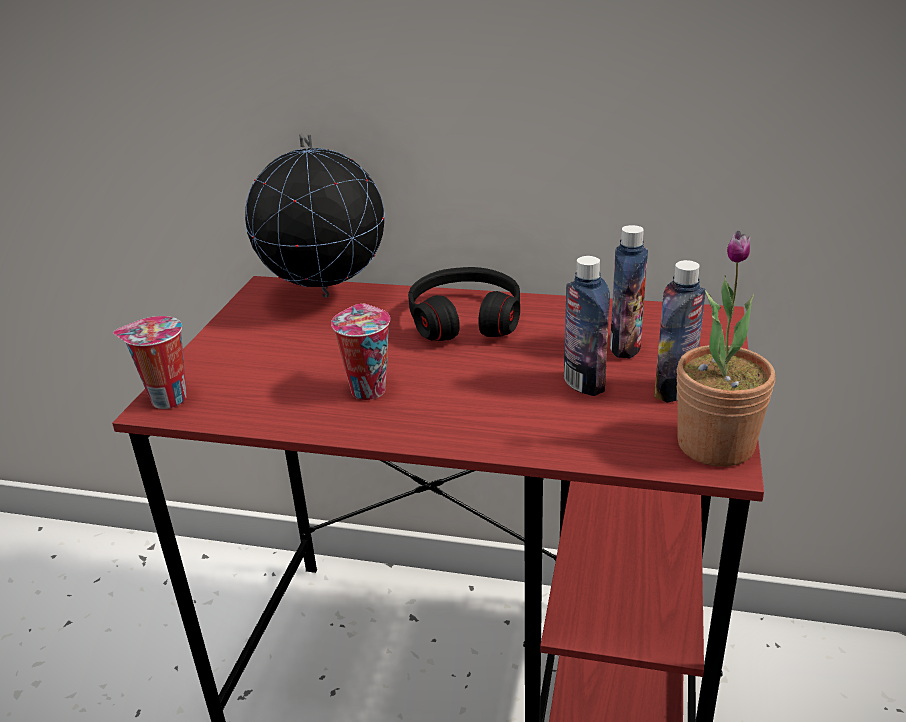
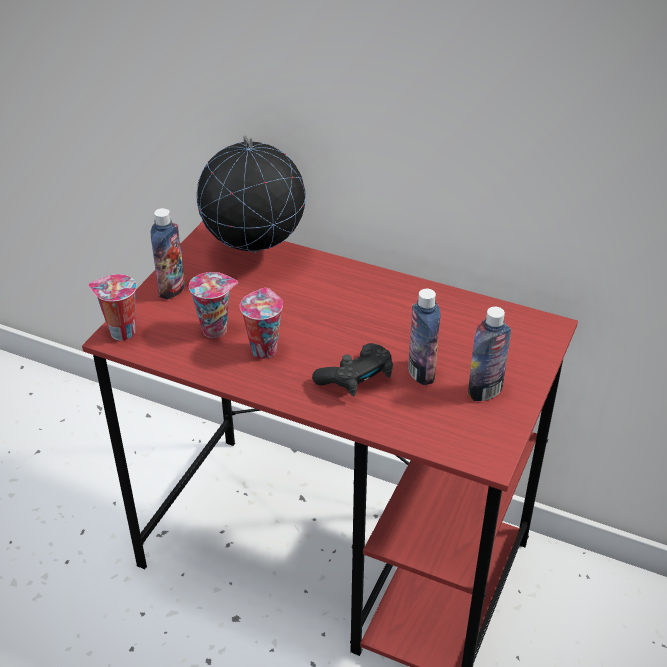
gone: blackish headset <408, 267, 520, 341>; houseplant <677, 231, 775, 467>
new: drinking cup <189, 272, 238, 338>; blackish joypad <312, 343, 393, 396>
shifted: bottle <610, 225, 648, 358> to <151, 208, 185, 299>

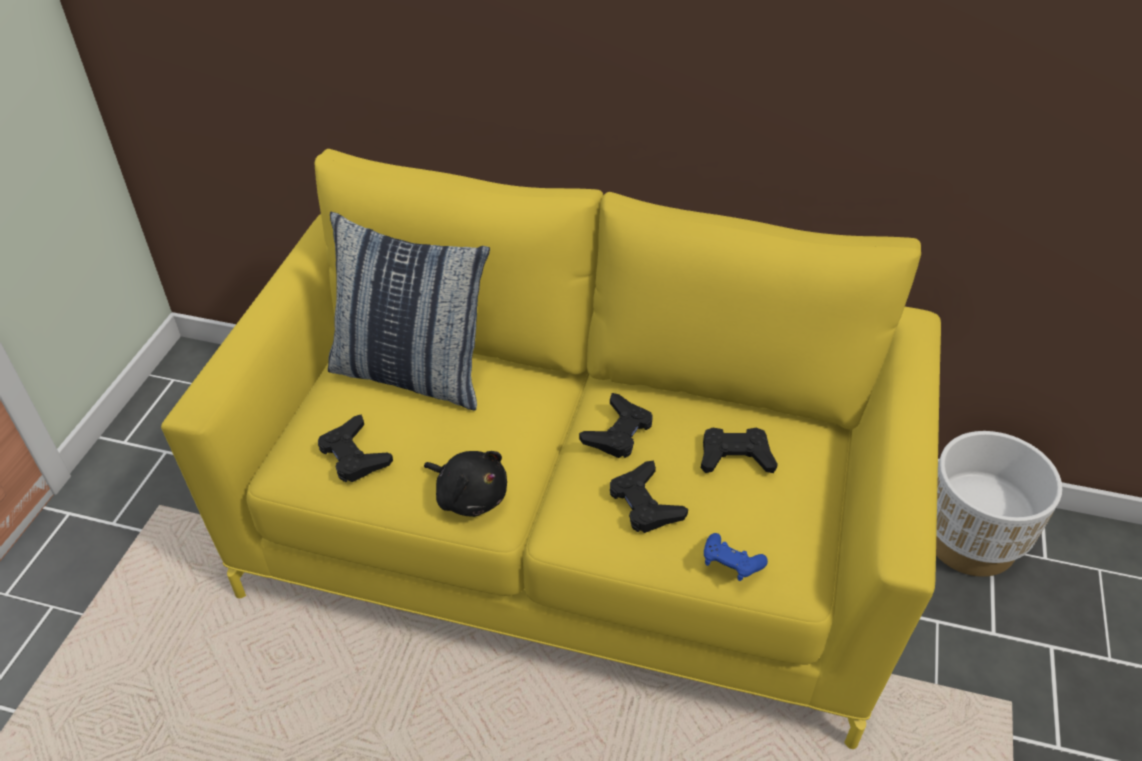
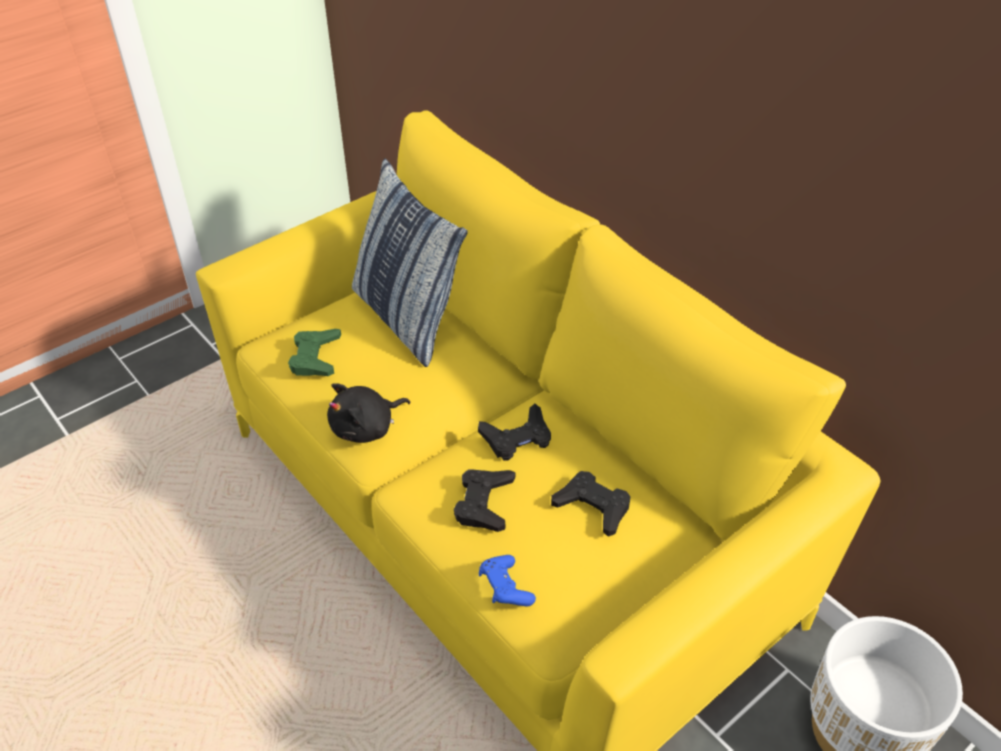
repainted: blackish joypad <318, 414, 393, 482> to greenish joypad <288, 329, 341, 376>
rotated: blackish cuddly toy <424, 451, 507, 517> = <327, 383, 410, 443> 75 degrees clockwise

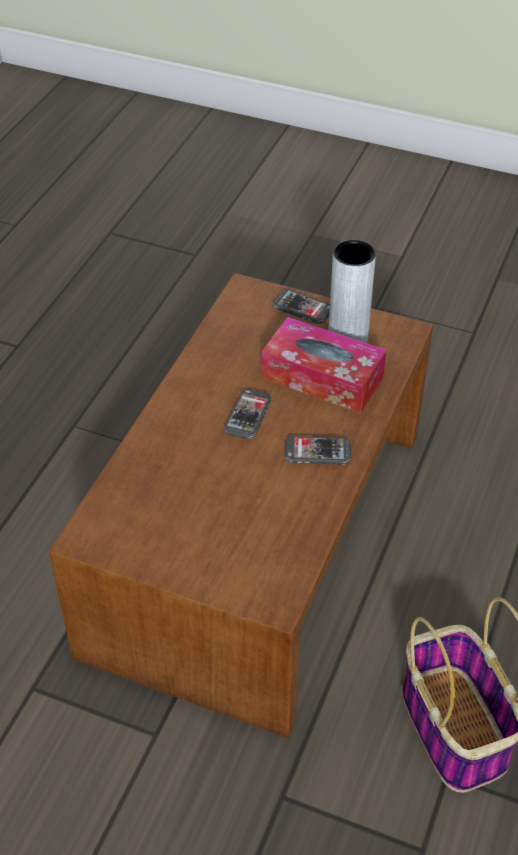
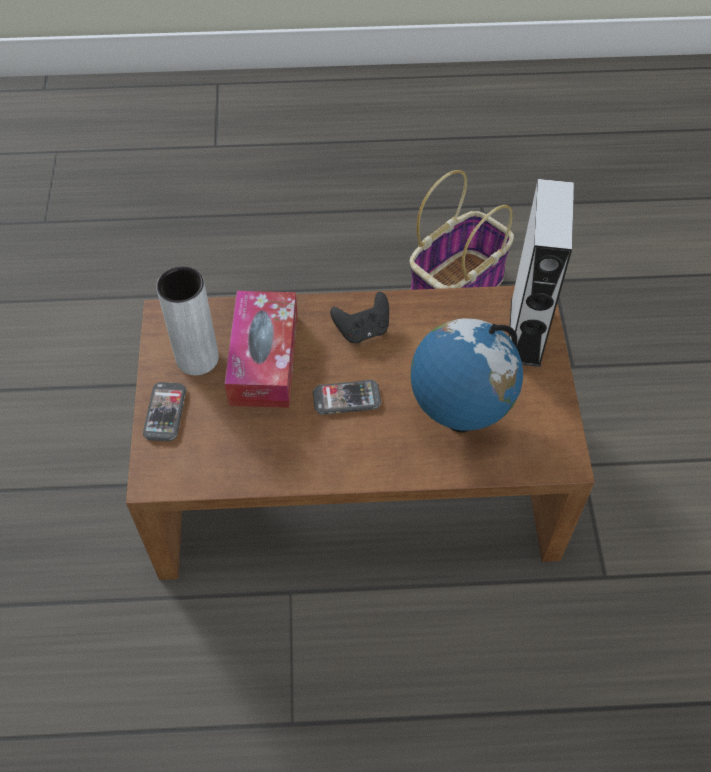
new: globe <410, 318, 523, 432>; grey loudspeaker <509, 179, 574, 367>
swapped: phone <284, 436, 351, 465> to blackish joypad <330, 292, 389, 343>

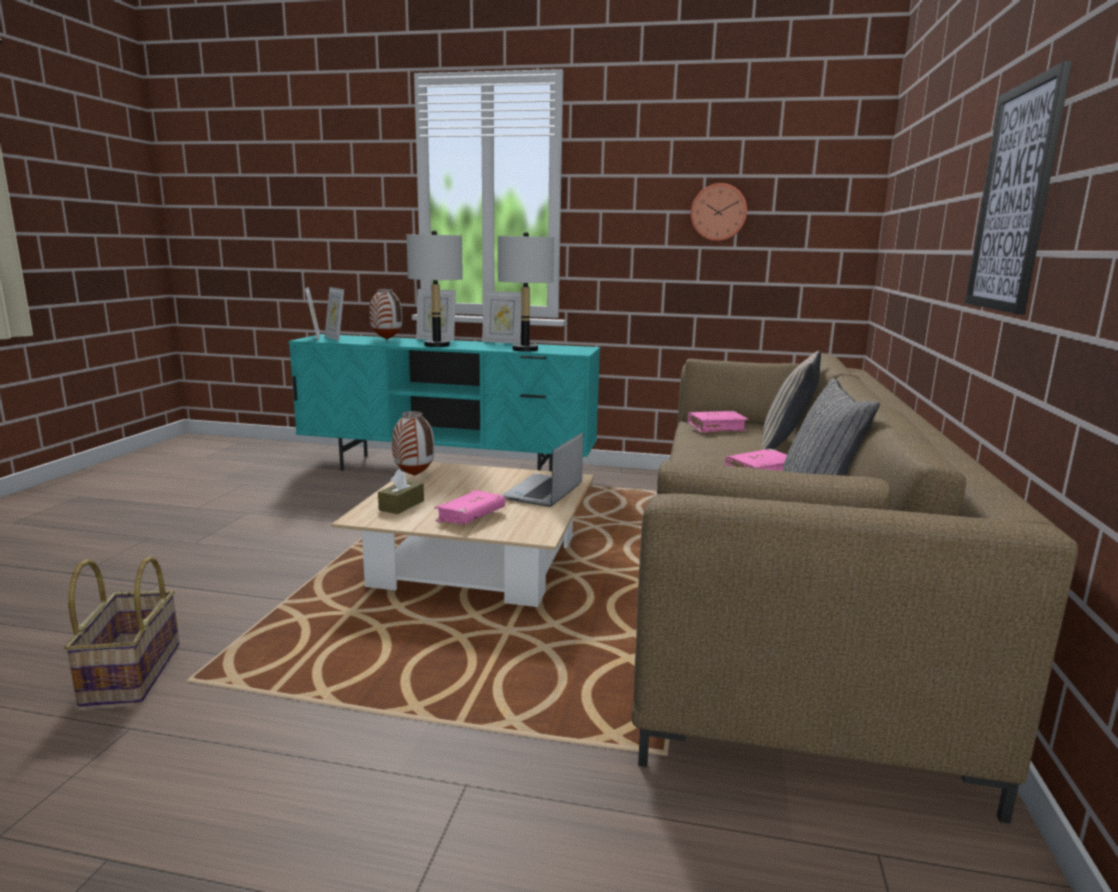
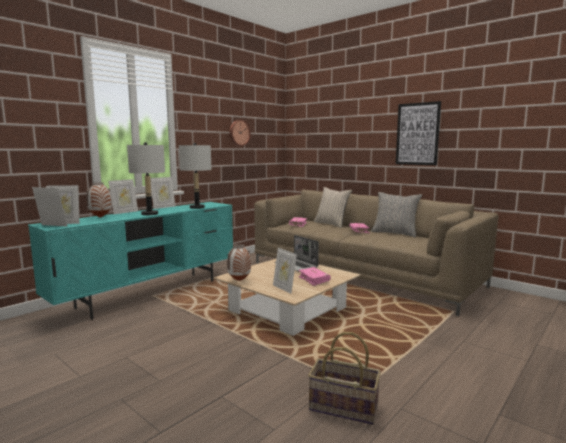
swapped: brown tissue box <378, 469, 424, 514> to photo frame <273, 248, 297, 294>

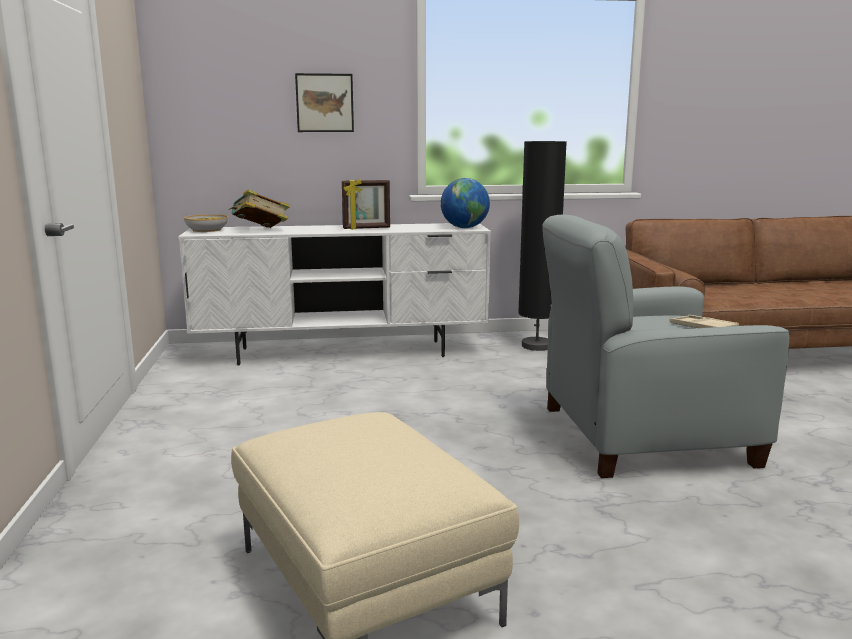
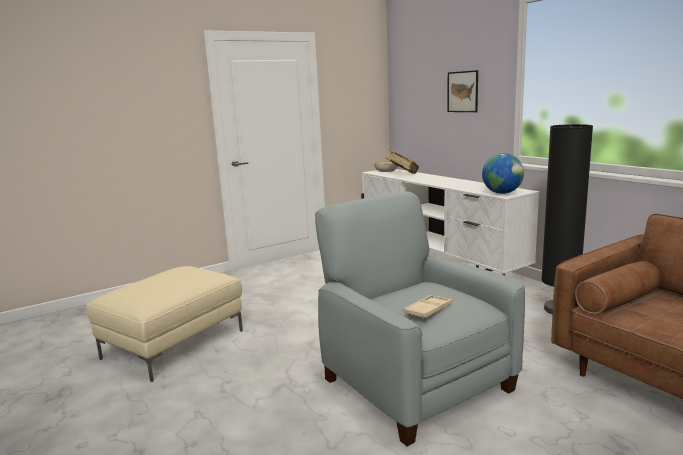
gone: photo frame <342, 179, 390, 229>

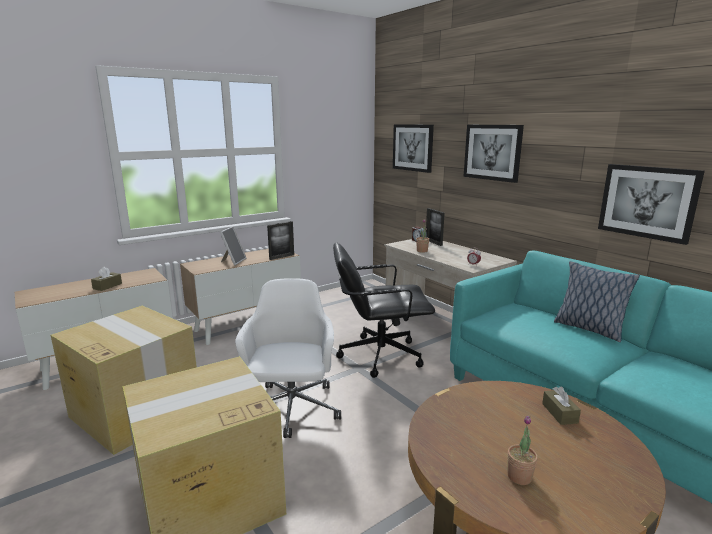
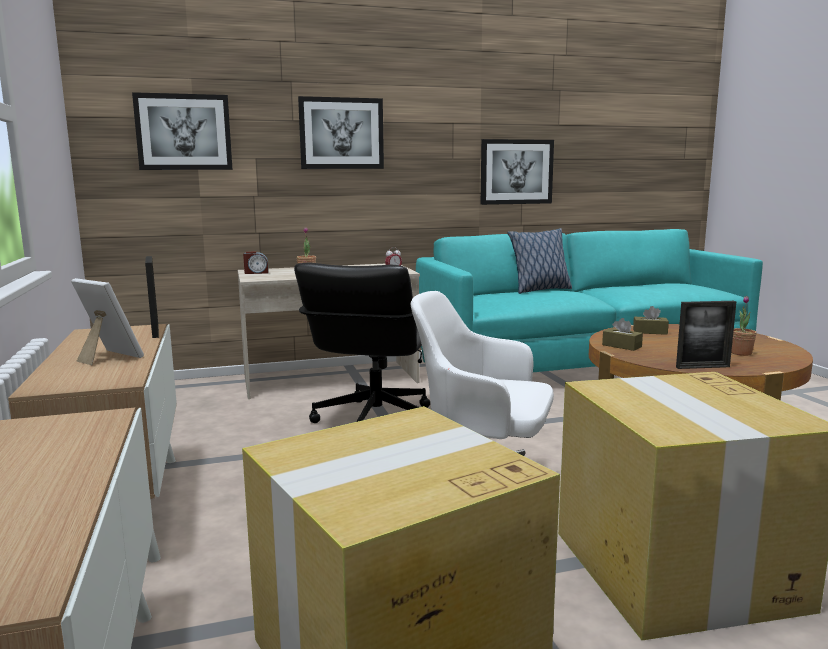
shifted: brown tissue box <91, 267, 122, 291> to <602, 318, 643, 351>; photo frame <426, 208, 444, 246> to <676, 301, 736, 369>

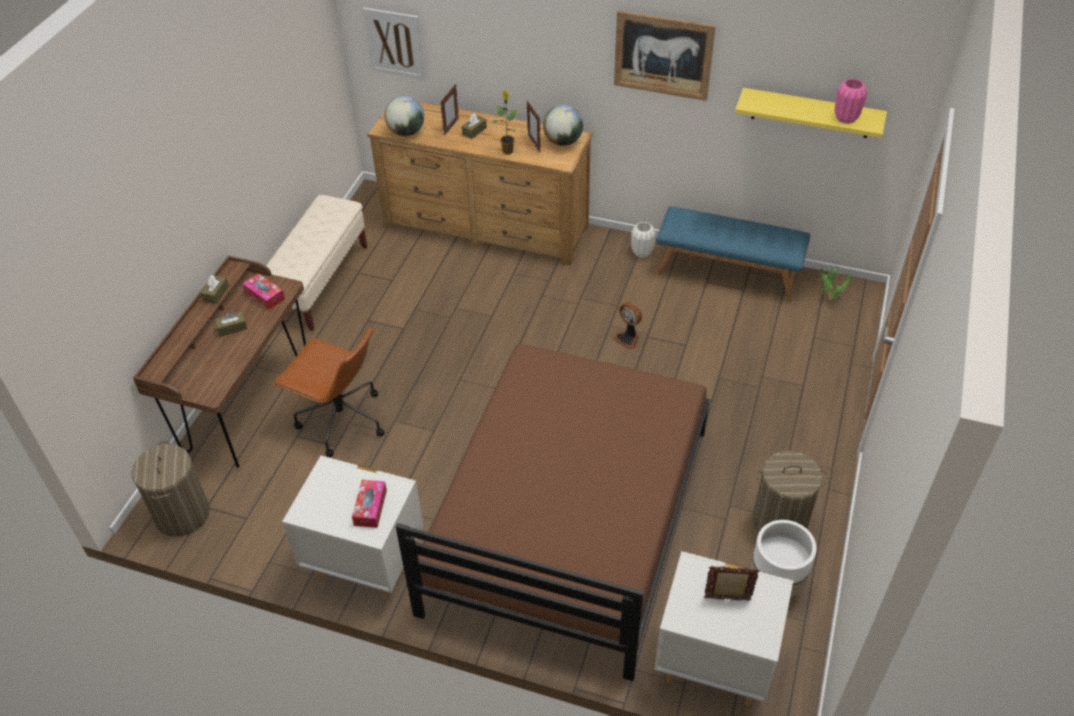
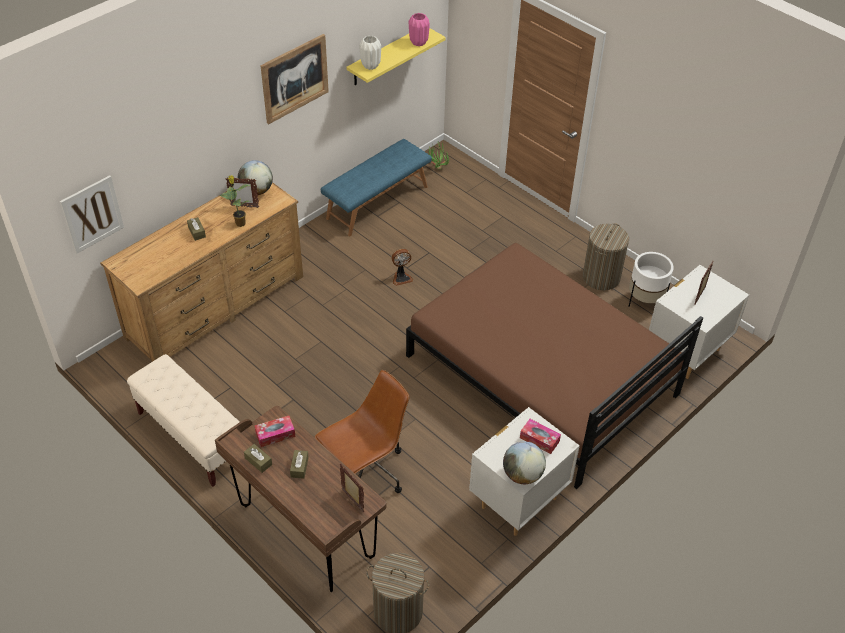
shifted: globe <385, 96, 424, 136> to <503, 441, 546, 484>; photo frame <440, 84, 459, 135> to <340, 464, 364, 512>; white flower vase <631, 222, 656, 258> to <359, 36, 381, 70>

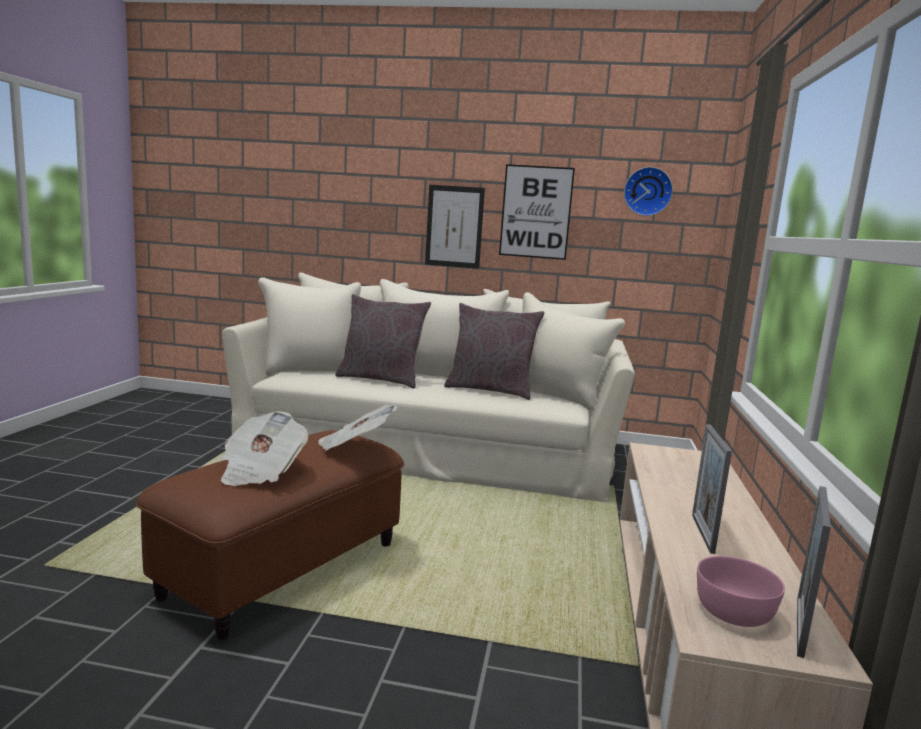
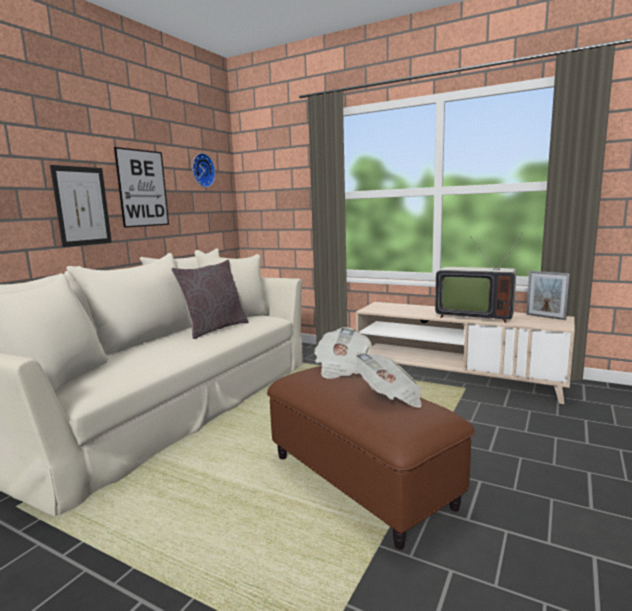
gone: grey pillow <335, 294, 431, 389>; pinkish bowl <697, 556, 785, 627>
swapped: photo frame <692, 424, 732, 554> to television <435, 233, 522, 323>

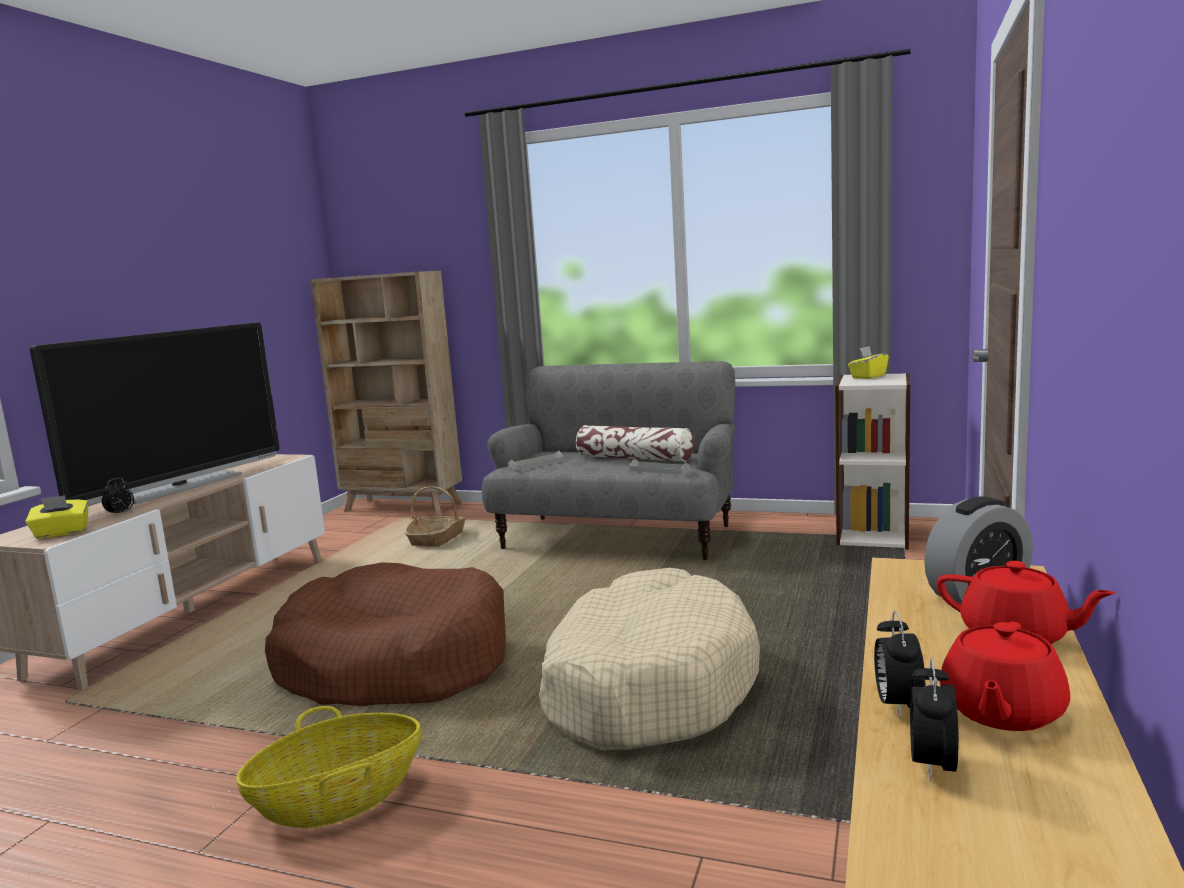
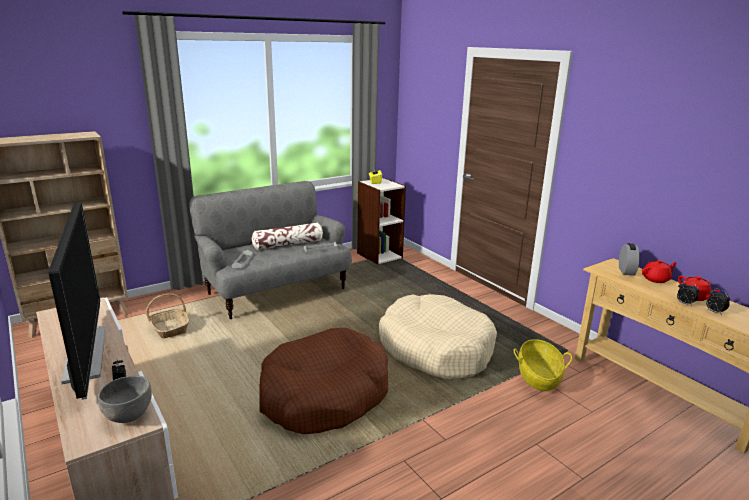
shifted: household basket <236, 706, 422, 828> to <514, 339, 572, 391>
swapped: yellow tissue box <25, 495, 89, 539> to grey bowl <98, 376, 152, 423>

